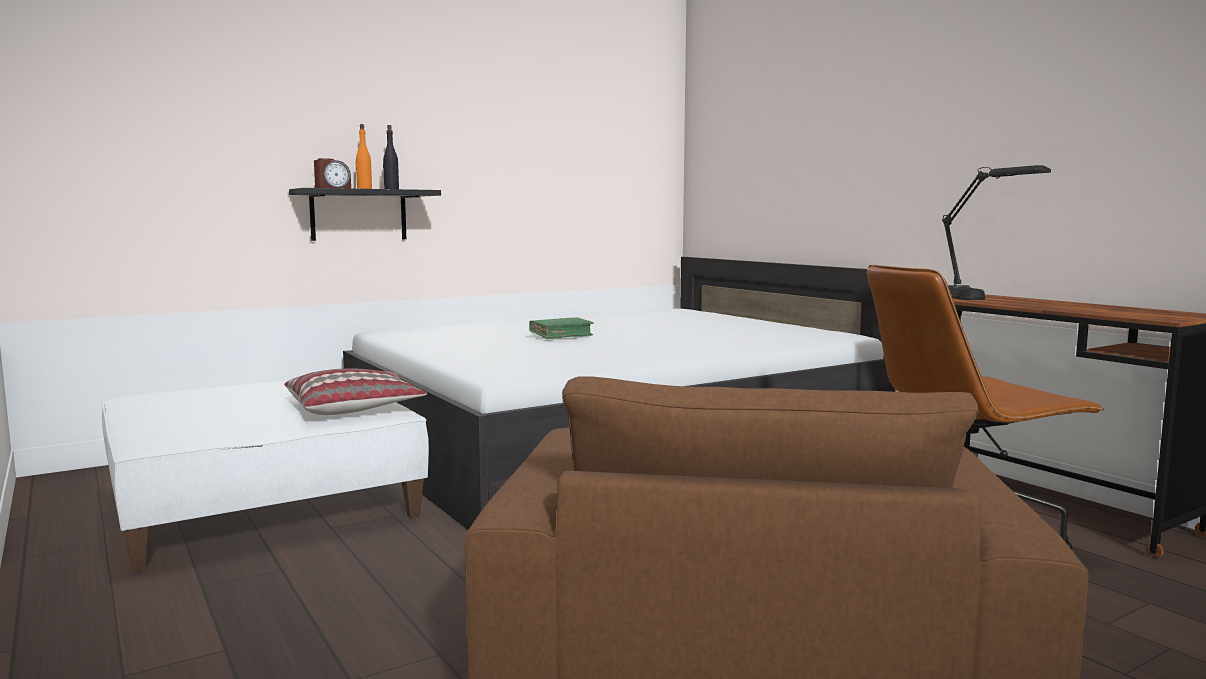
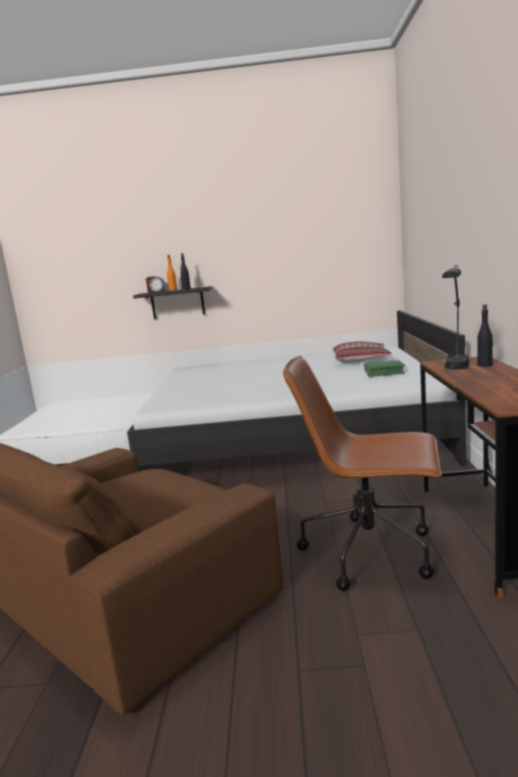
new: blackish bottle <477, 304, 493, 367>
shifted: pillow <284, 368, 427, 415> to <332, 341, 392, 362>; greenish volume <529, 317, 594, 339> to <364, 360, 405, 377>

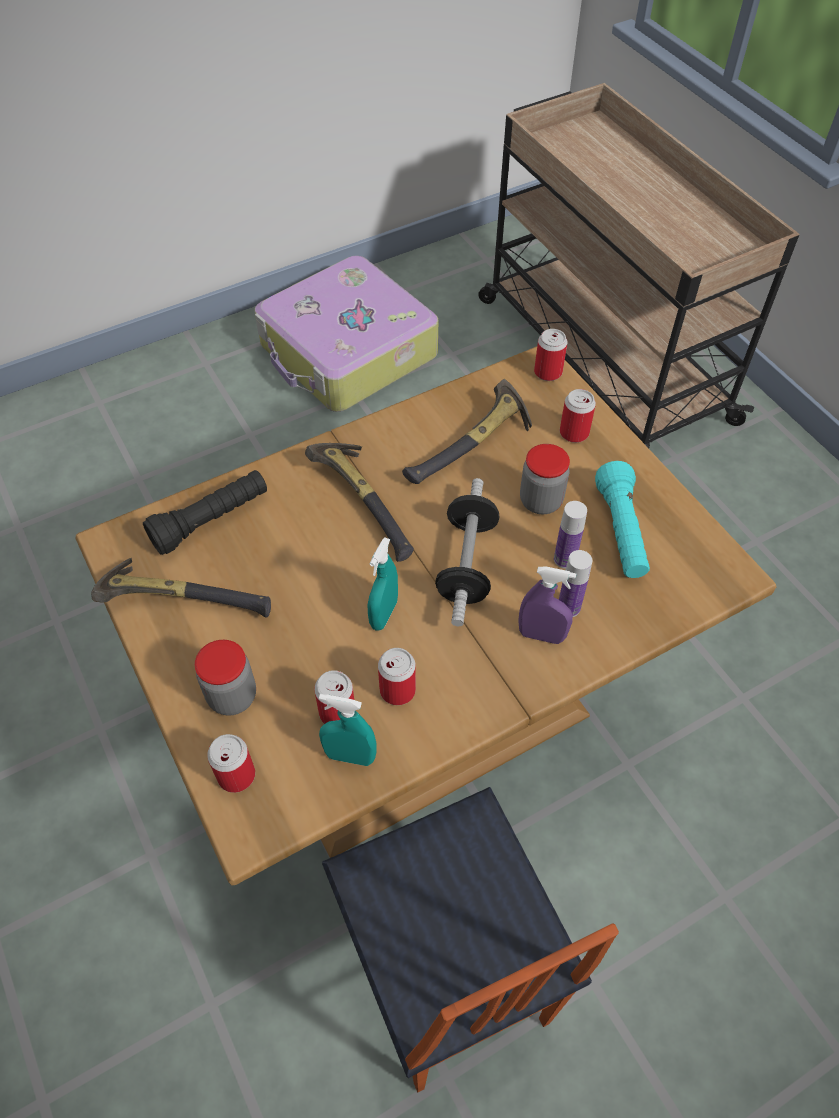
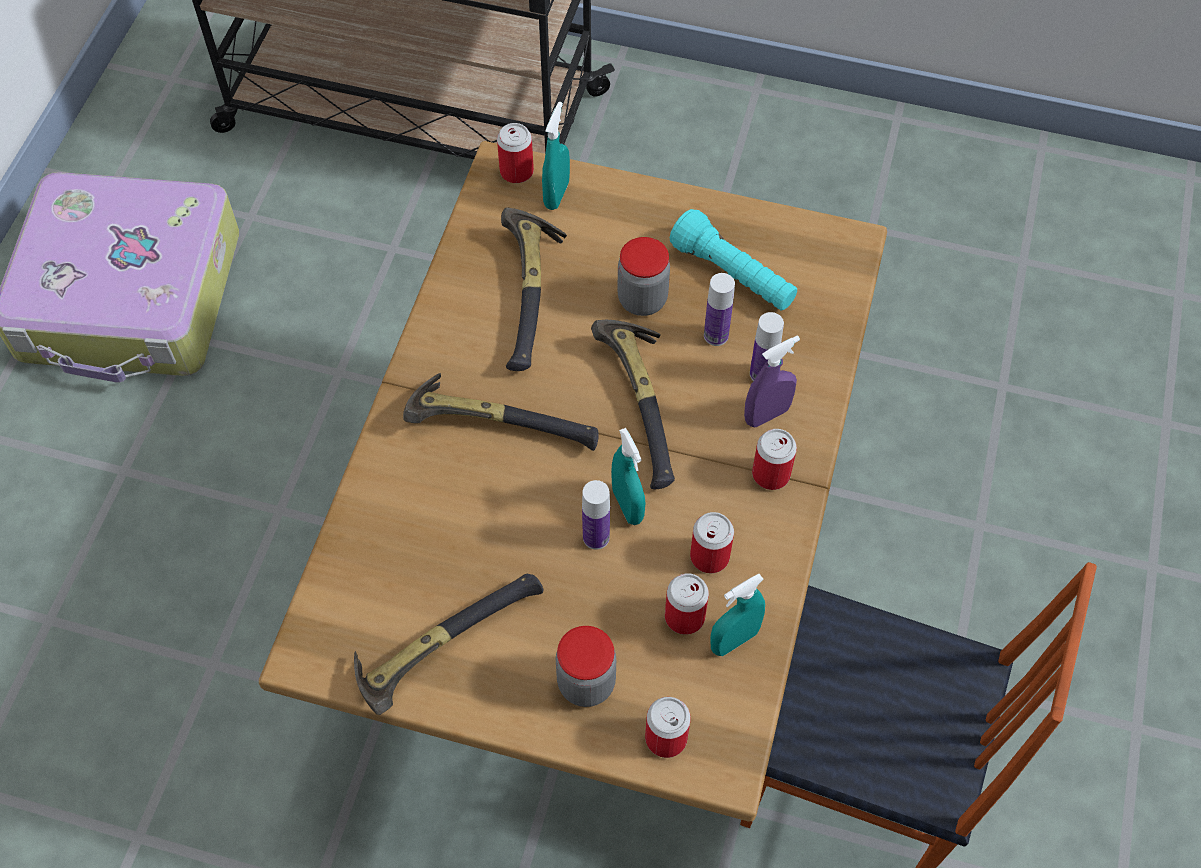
gone: blackish flashlight <143, 470, 267, 555>
new: turquoise spray bottle <542, 102, 570, 210>; bottle <582, 480, 610, 550>
shifted: sealed can <560, 389, 596, 443> to <752, 429, 797, 490>
swapped: hand weight <435, 478, 500, 626> to hand hammer <591, 320, 675, 489>

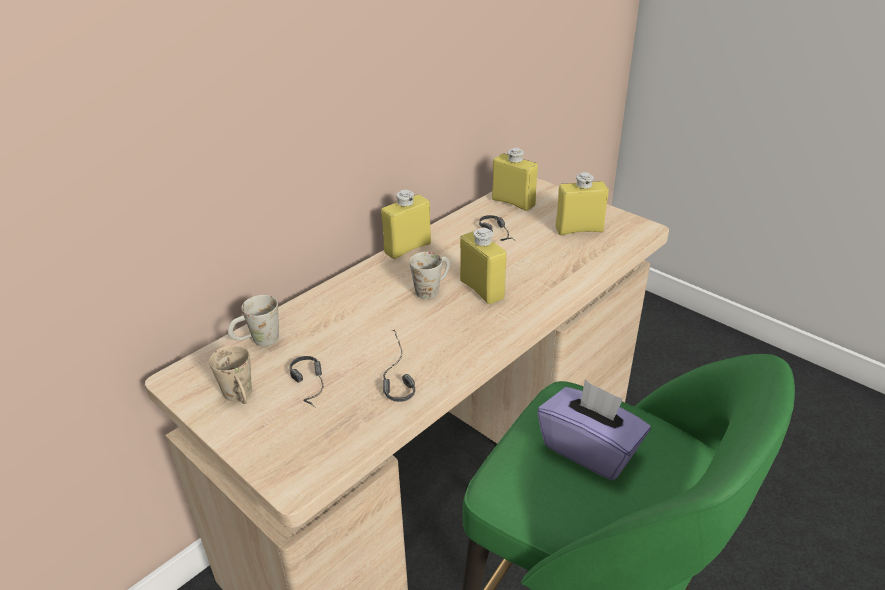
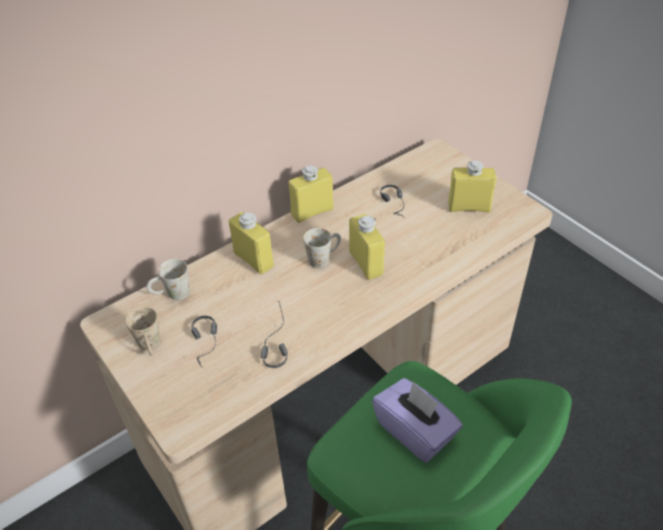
shifted: yellow bottle <492, 148, 538, 211> to <229, 212, 274, 275>

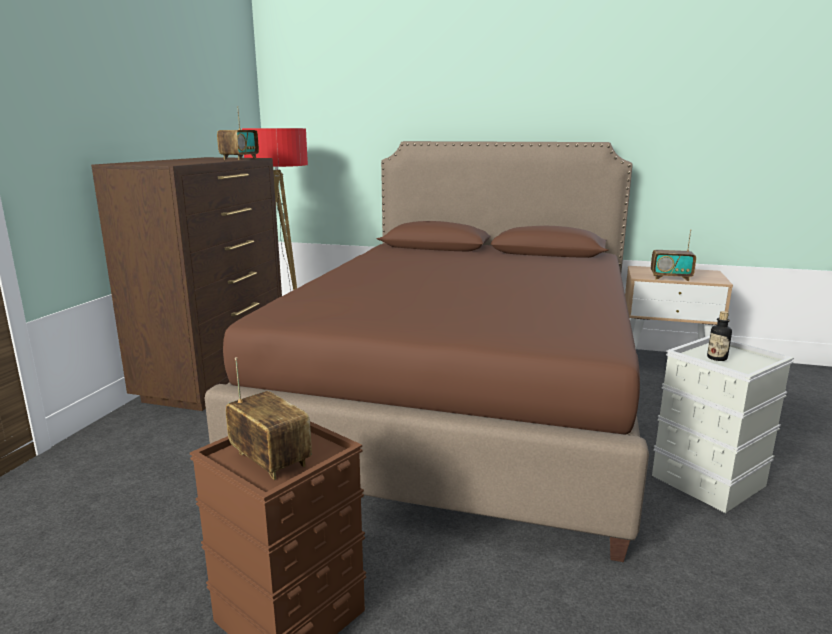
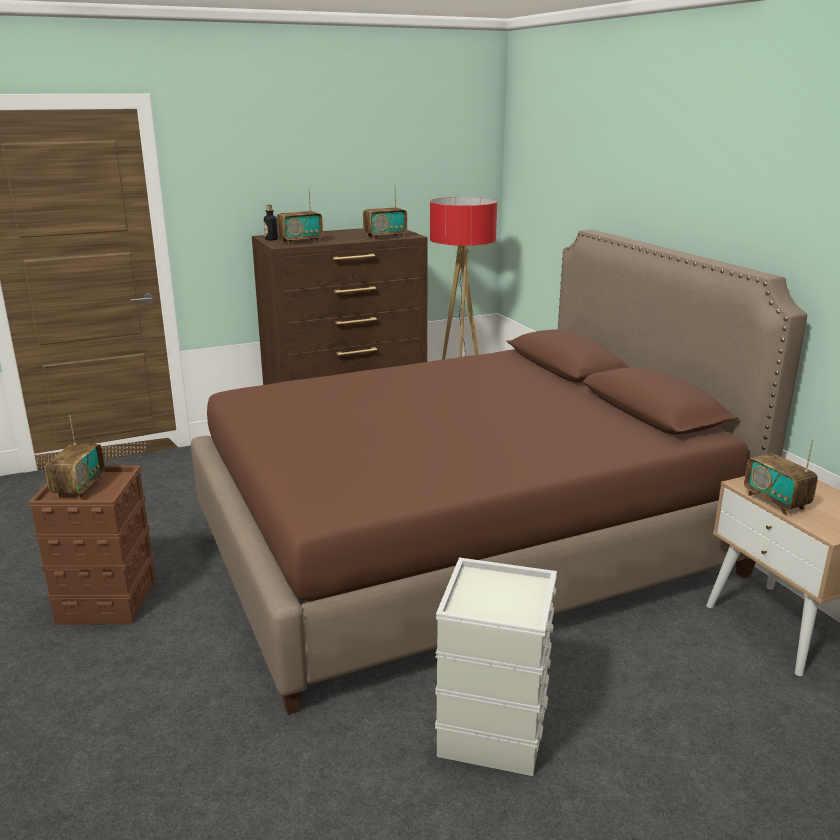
new: radio receiver <277, 188, 323, 245>
shifted: bottle <707, 311, 732, 361> to <264, 205, 278, 240>

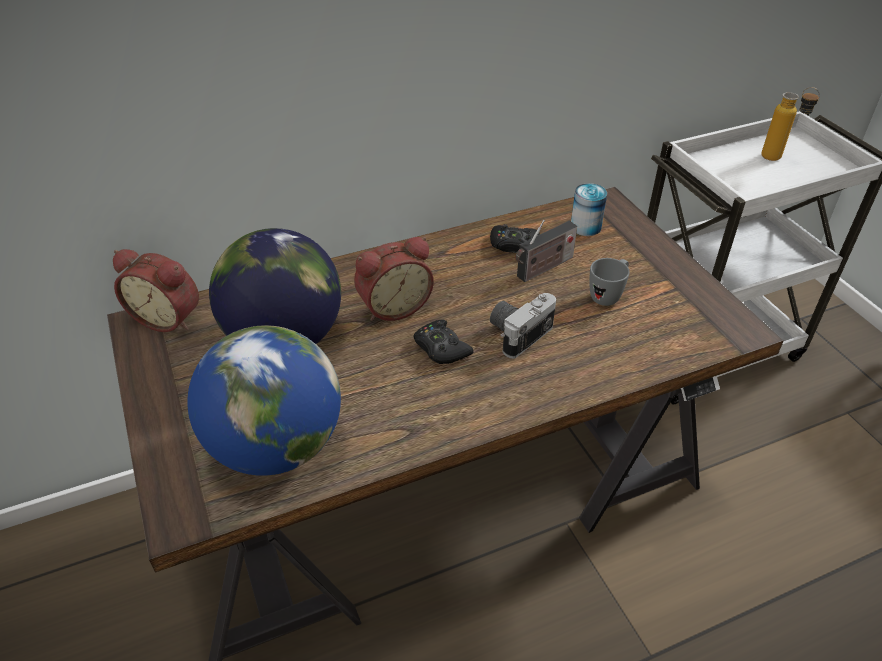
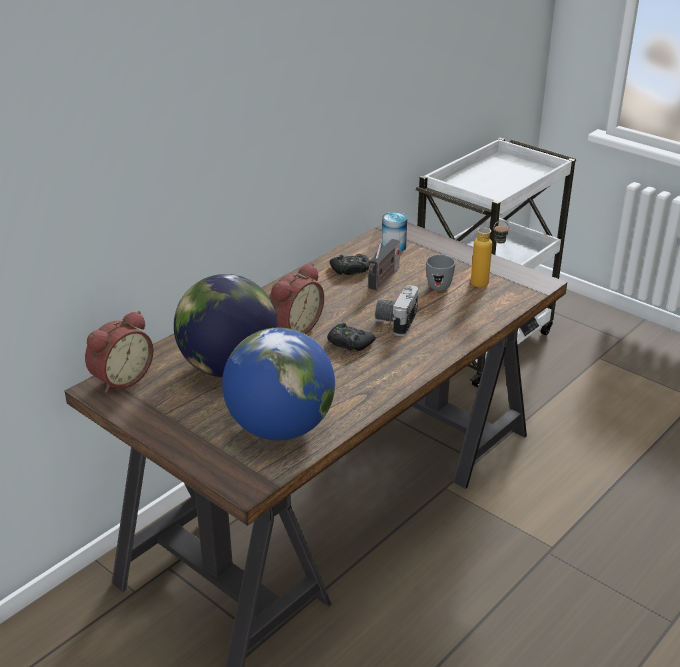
shifted: bottle <761, 87, 820, 161> to <471, 221, 510, 288>
rotated: table clock <113, 249, 199, 332> = <85, 311, 153, 393> 45 degrees counterclockwise

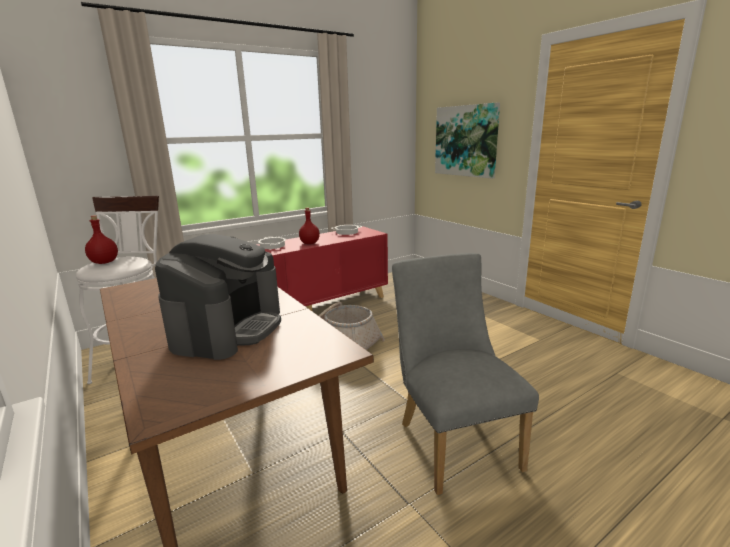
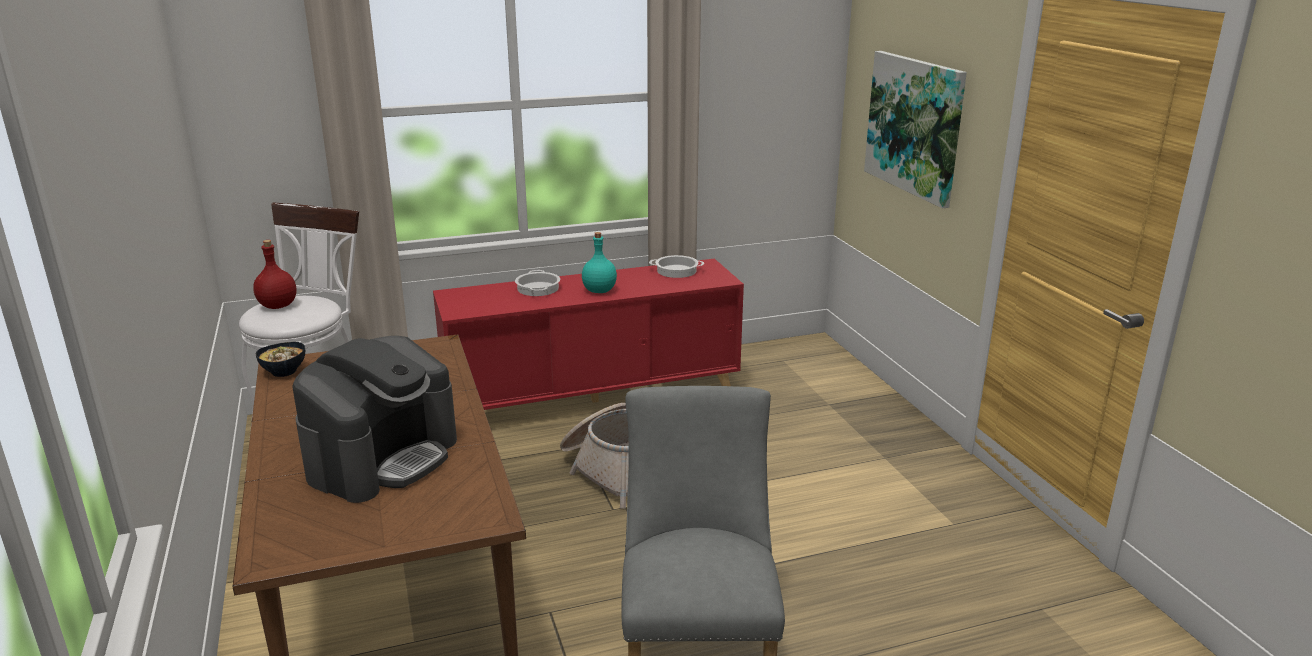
new: bowl <256, 342, 305, 377>
repainted: reddish bottle <299, 208, 320, 244> to turquoise bottle <582, 232, 617, 293>

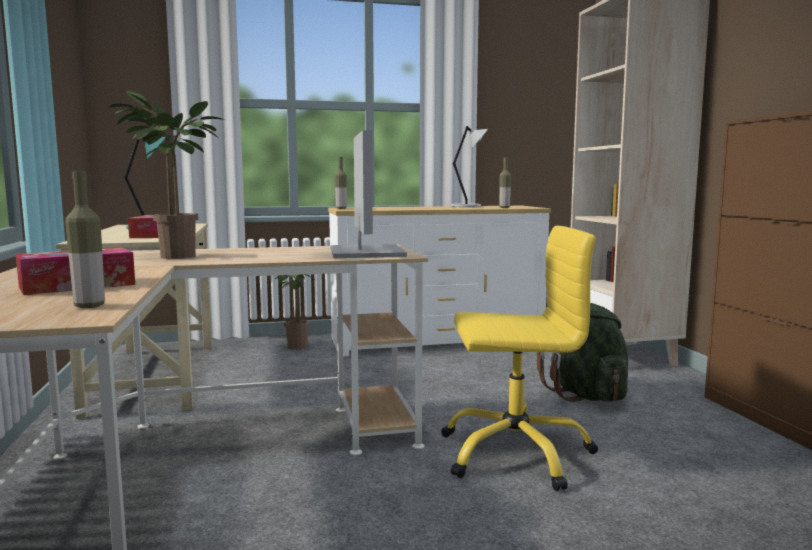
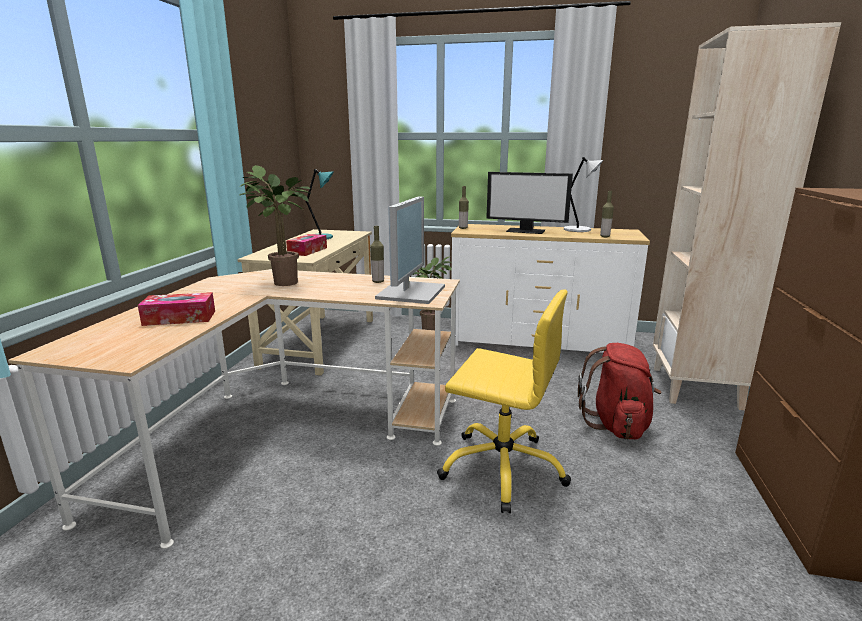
new: computer screen <486, 172, 573, 234>
shifted: bottle <65, 172, 105, 308> to <370, 226, 384, 283>
repainted: greenish rucksack <536, 303, 628, 402> to reddish rucksack <578, 343, 661, 440>

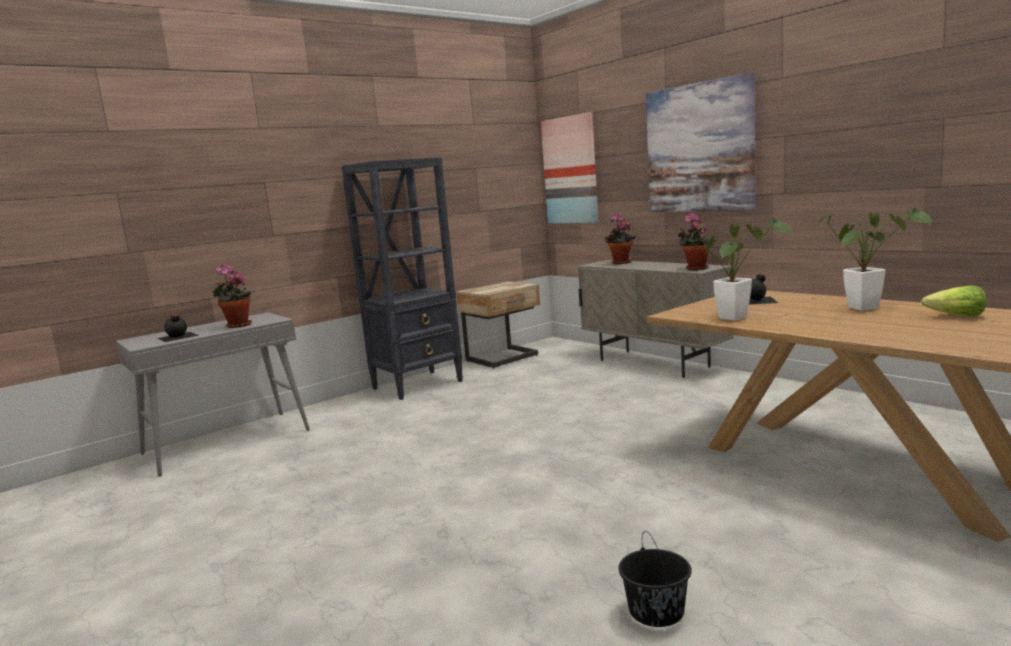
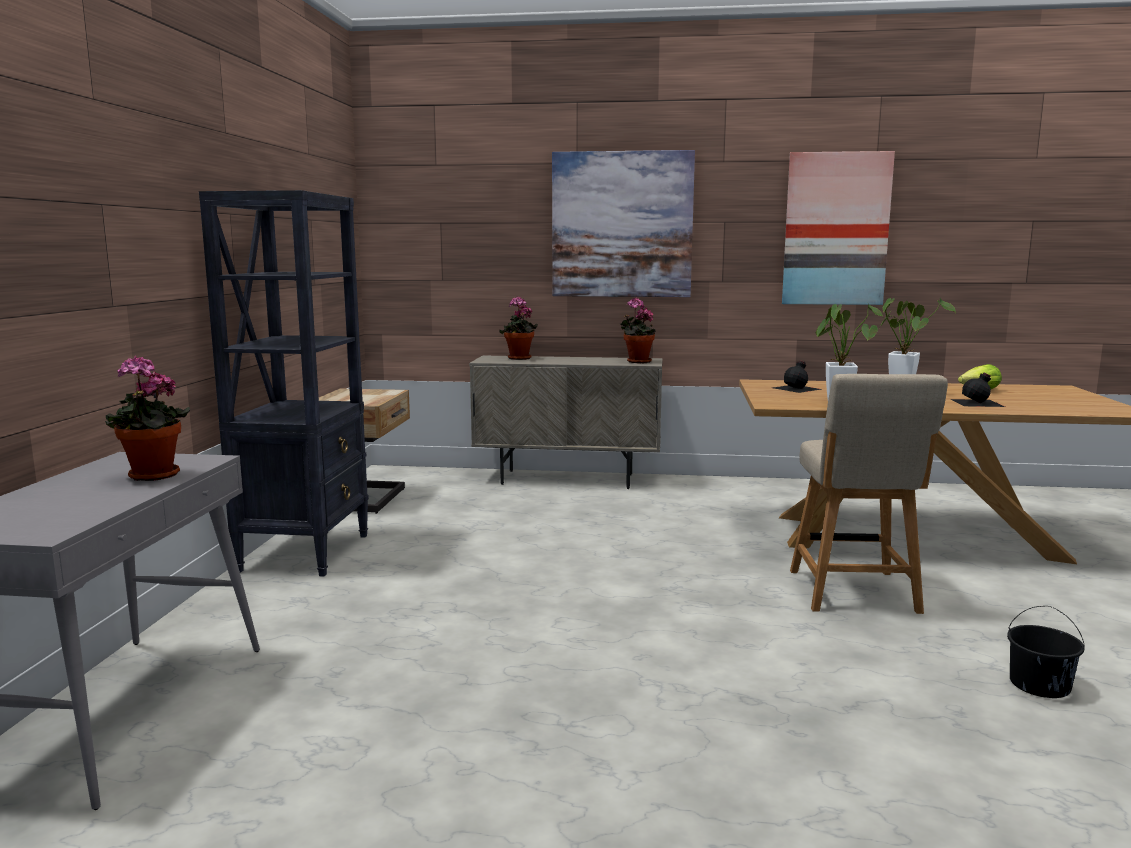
new: beige-coloured chair <790, 374, 948, 614>
shifted: blackish bottle <157, 313, 199, 342> to <950, 372, 1005, 407>; picture <541, 112, 598, 223> to <782, 151, 895, 305>

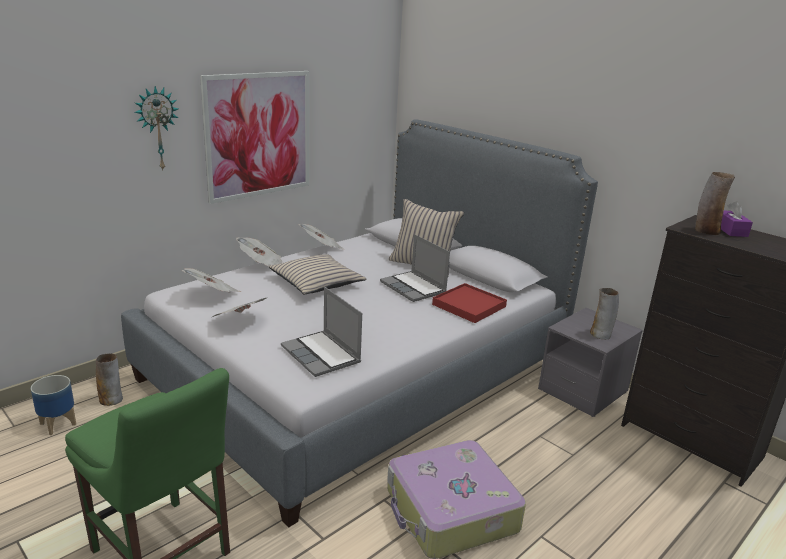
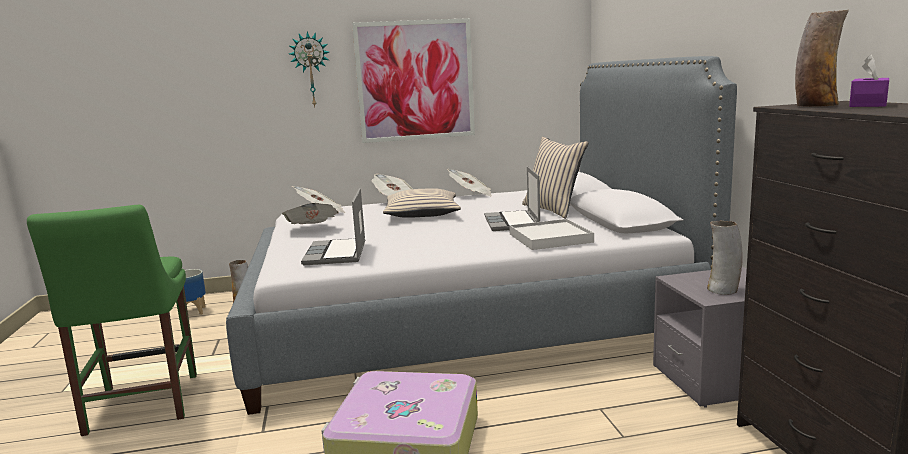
repainted: reddish carrying tray <432, 283, 507, 323> to white carrying tray <509, 219, 594, 250>

